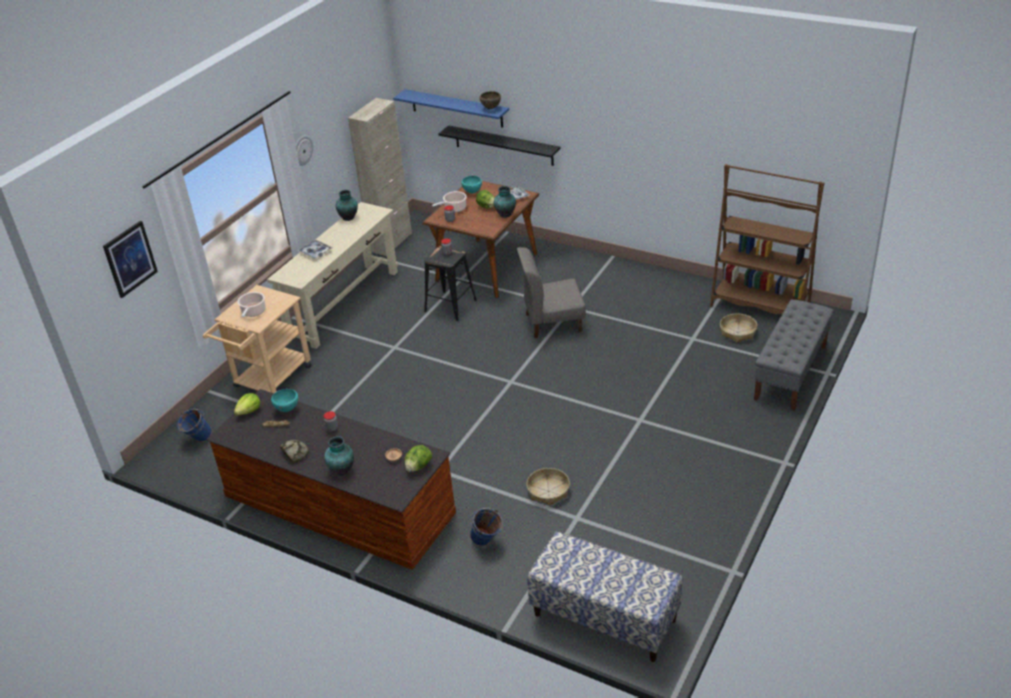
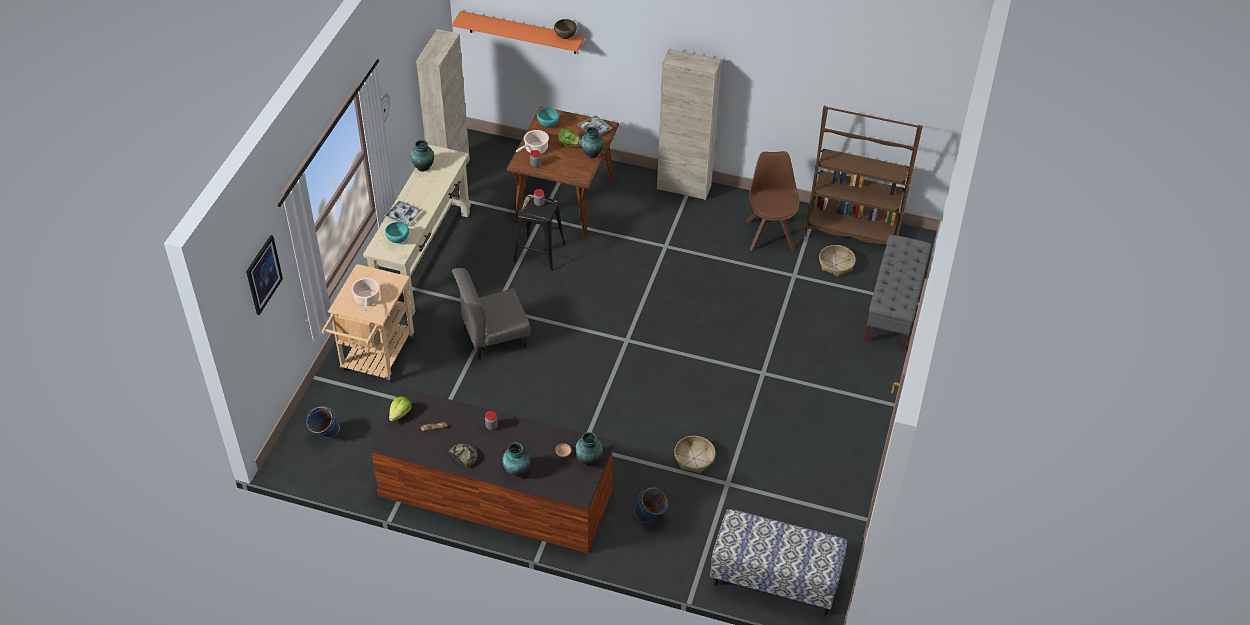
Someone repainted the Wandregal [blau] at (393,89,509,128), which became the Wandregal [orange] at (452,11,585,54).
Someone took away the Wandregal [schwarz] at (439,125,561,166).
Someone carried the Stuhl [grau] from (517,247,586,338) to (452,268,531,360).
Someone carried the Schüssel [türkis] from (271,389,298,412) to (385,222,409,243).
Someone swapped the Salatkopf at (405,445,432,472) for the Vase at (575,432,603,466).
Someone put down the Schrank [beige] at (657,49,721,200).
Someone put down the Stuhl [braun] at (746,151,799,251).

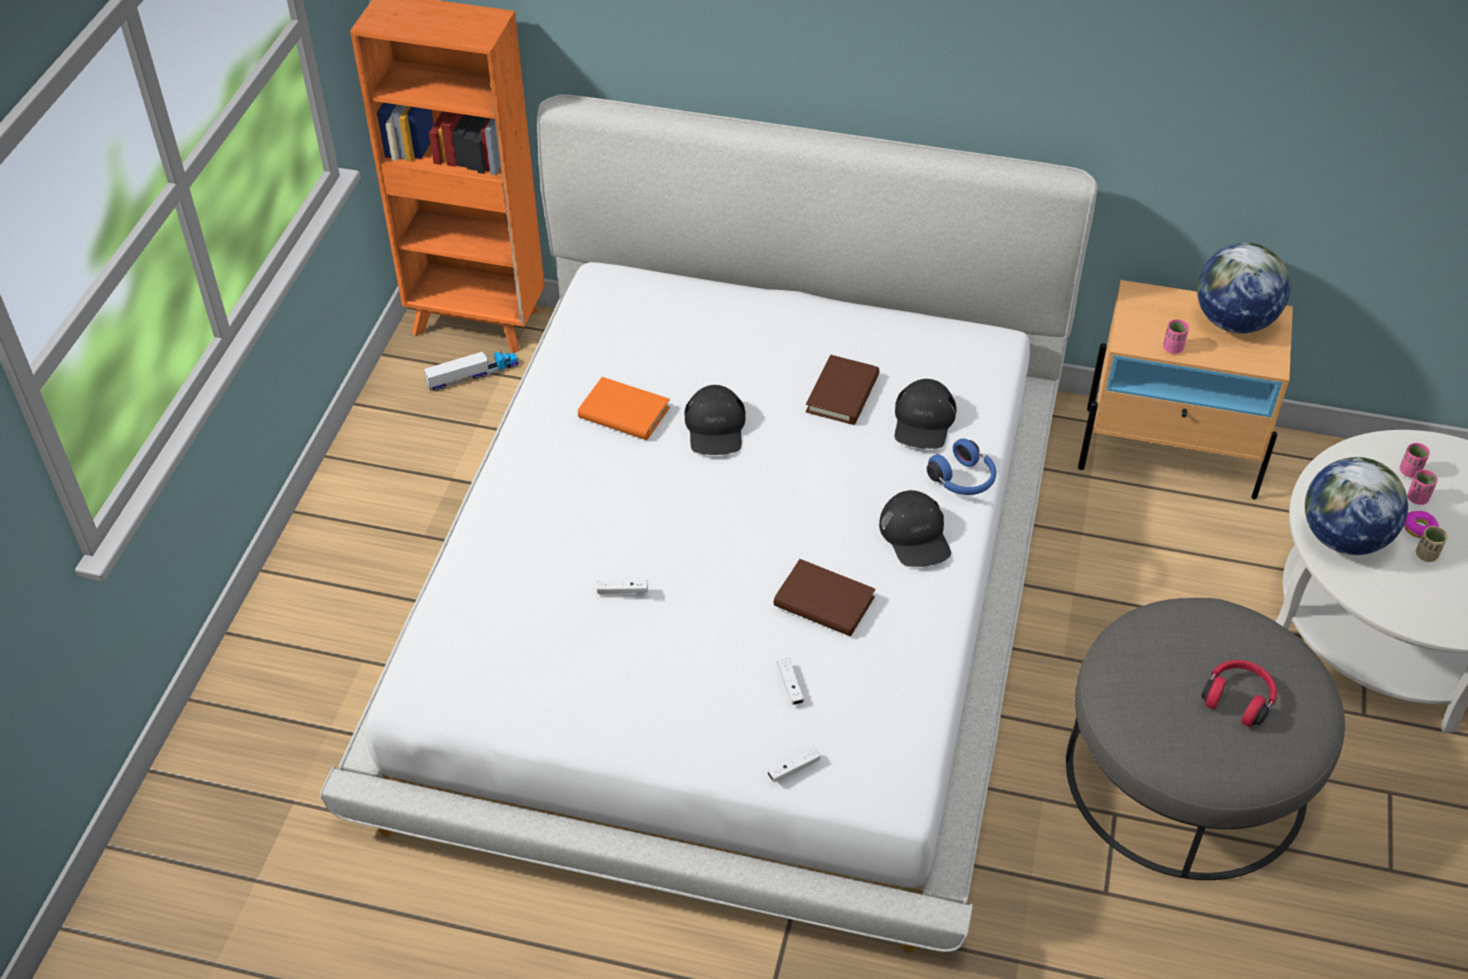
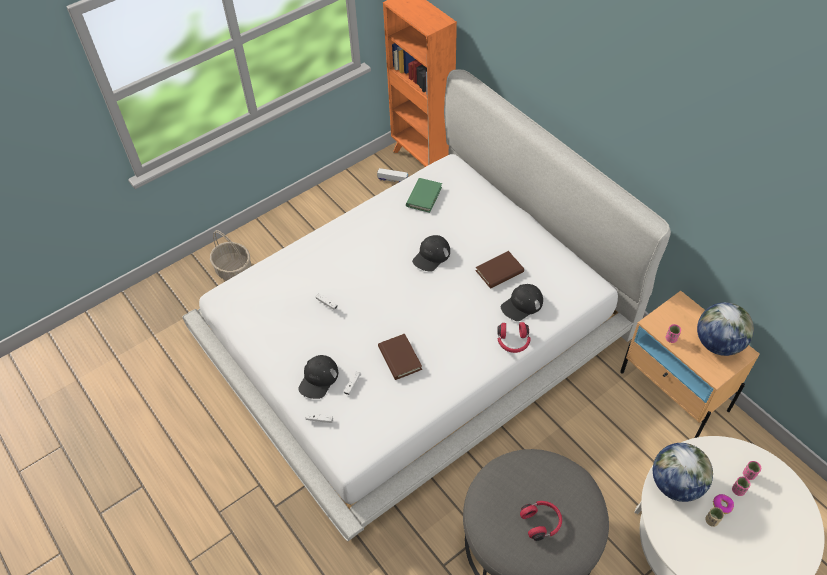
Someone took away the Buch [orange] at (578,377,670,440).
Someone repainted the Kopfhörer [blau] at (927,438,996,495), which became the Kopfhörer [rot] at (497,322,530,353).
Someone carried the Kappe [schwarz] from (879,490,951,567) to (298,355,338,399).
Someone put down the Buch [grün] at (406,178,442,213).
Someone put down the Korb at (210,230,251,281).

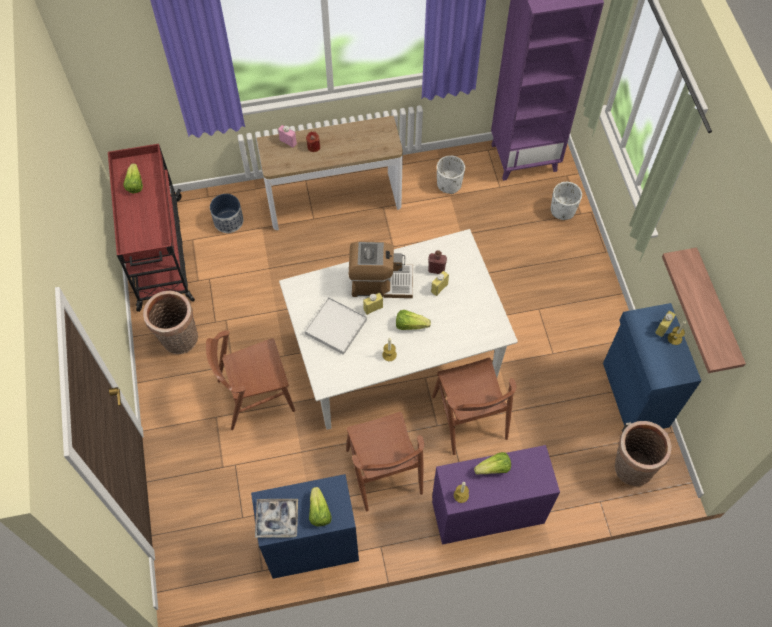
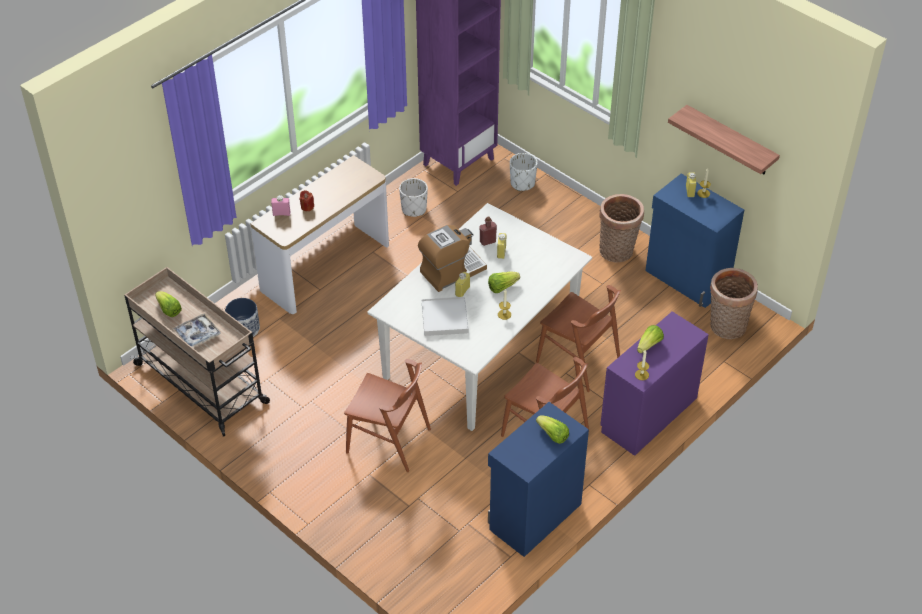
Someone repainted the Rollwagen [rot] at (108,144,195,312), which became the Rollwagen [beige] at (124,267,270,436).
Someone carried the Korb from (143,291,198,354) to (599,194,644,262).
Someone rotated the Stuhl [braun] at (206,330,295,430) by 105 degrees counterclockwise.
Someone carried the Tablett from (255,499,298,538) to (173,313,221,348).

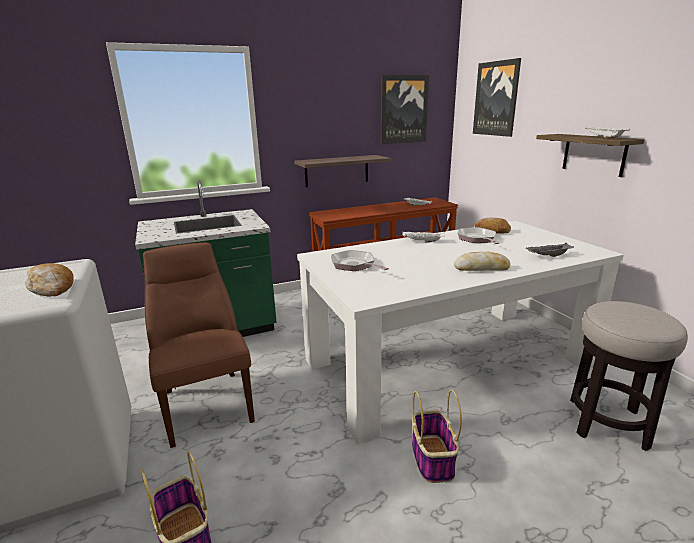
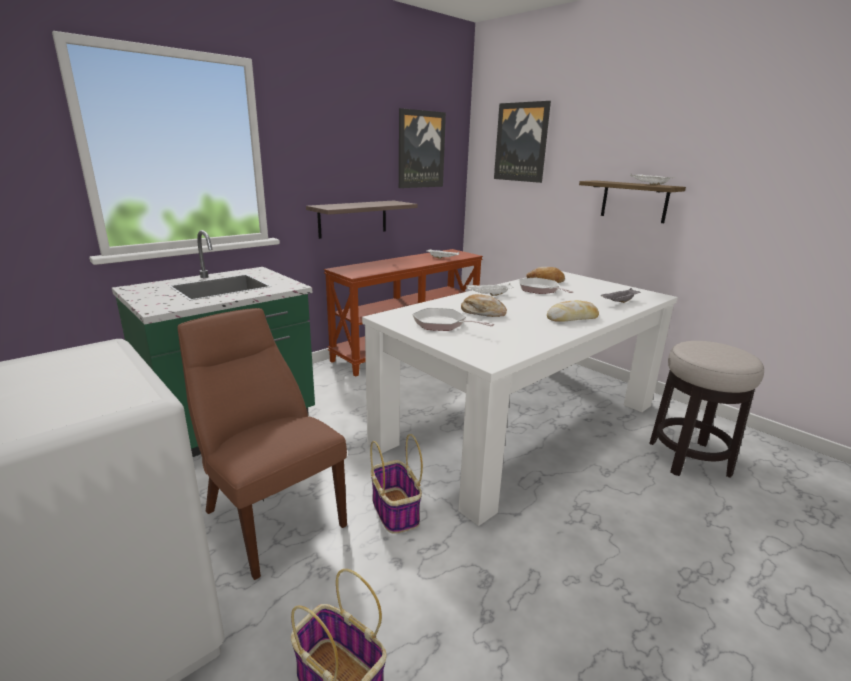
Someone carried the Brot from (25,263,73,297) to (461,294,507,317).
Someone carried the Korb from (412,389,462,483) to (370,434,423,533).

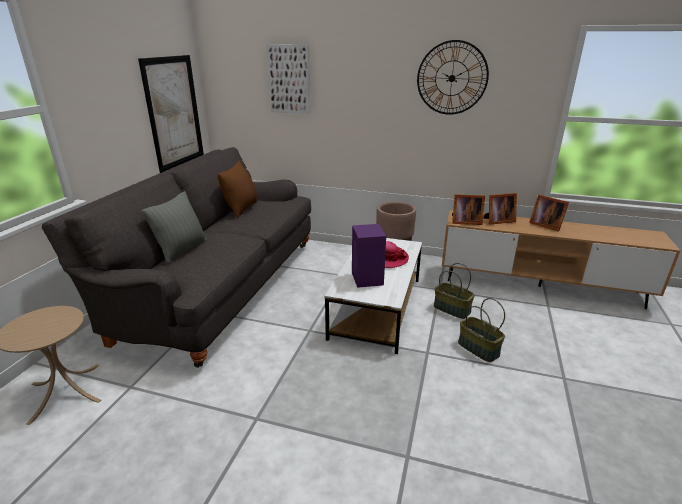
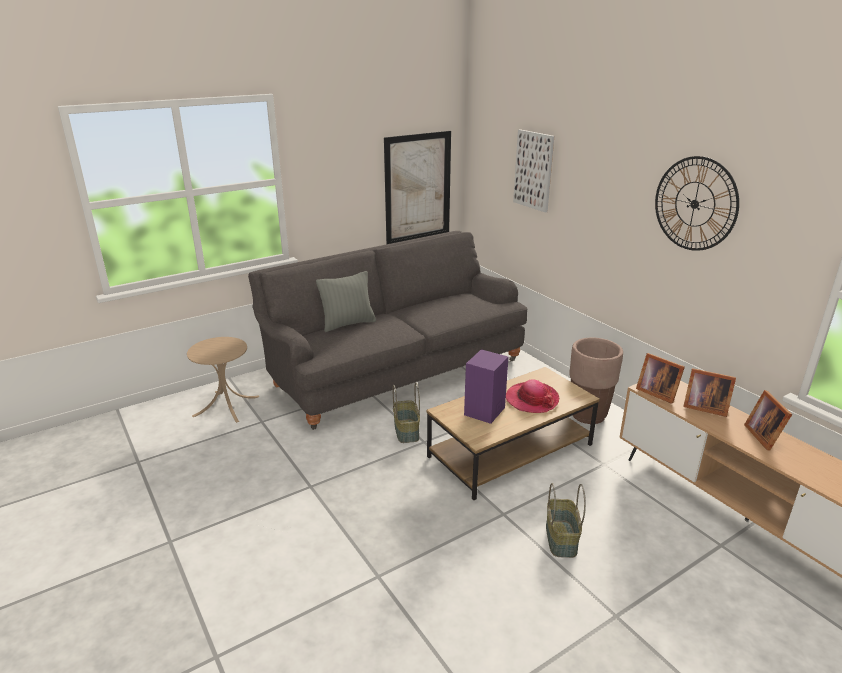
Someone took away the Kissen [braun] at (217,161,257,218).
Someone repainted the Couchtisch [weiß] at (324,238,422,354), which became the Couchtisch [braun] at (427,367,600,500).
Someone carried the Korb from (434,263,475,319) to (393,383,420,443).

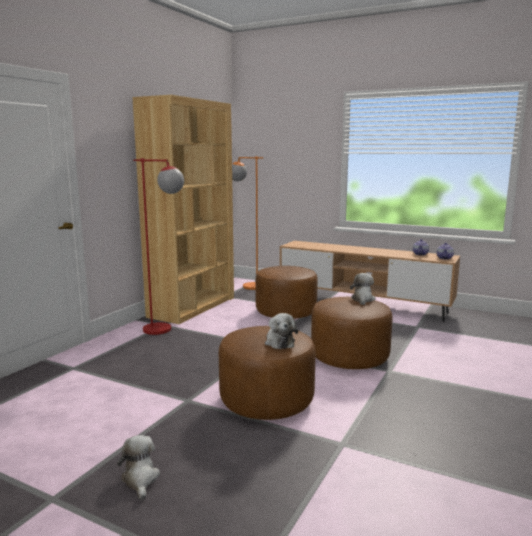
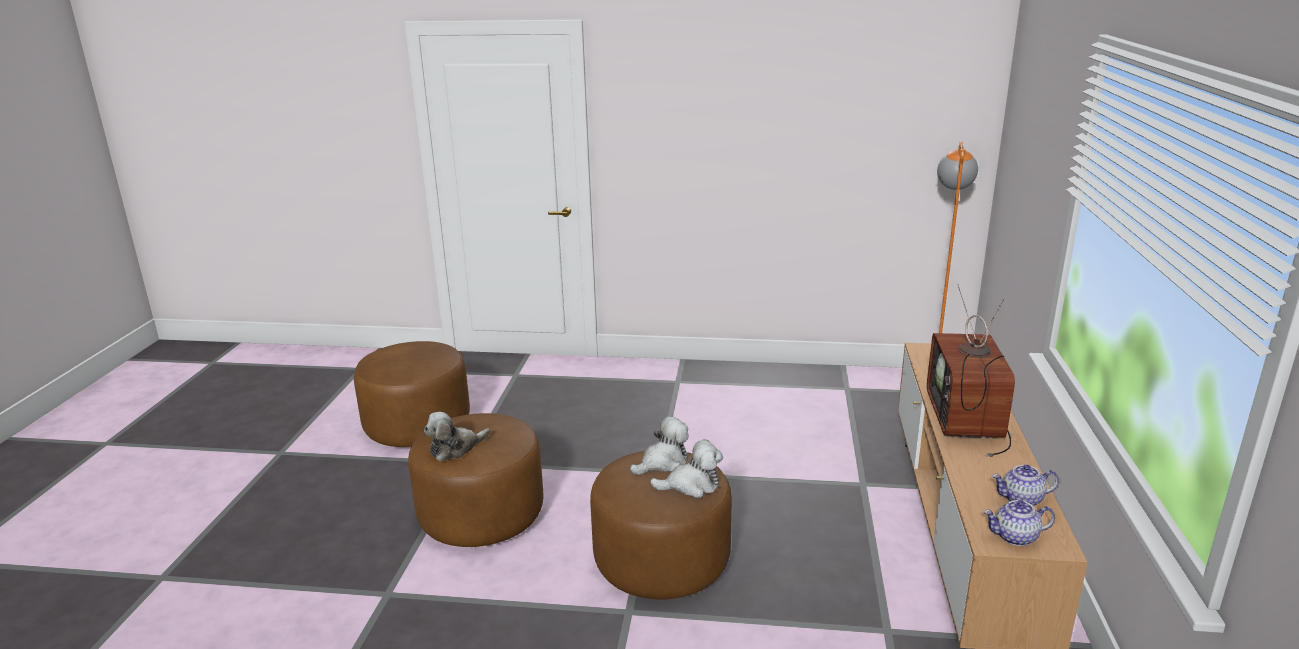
Someone took away the Bücherregal [braun] at (132,95,234,324).
Someone took away the Stehlampe [rot] at (133,158,184,335).
Someone carried the Polsterhocker [braun] from (256,266,318,319) to (354,341,470,447).
Someone carried the Plüschtier from (117,435,160,500) to (630,416,689,475).
Someone put down the Fernseher at (927,284,1015,457).

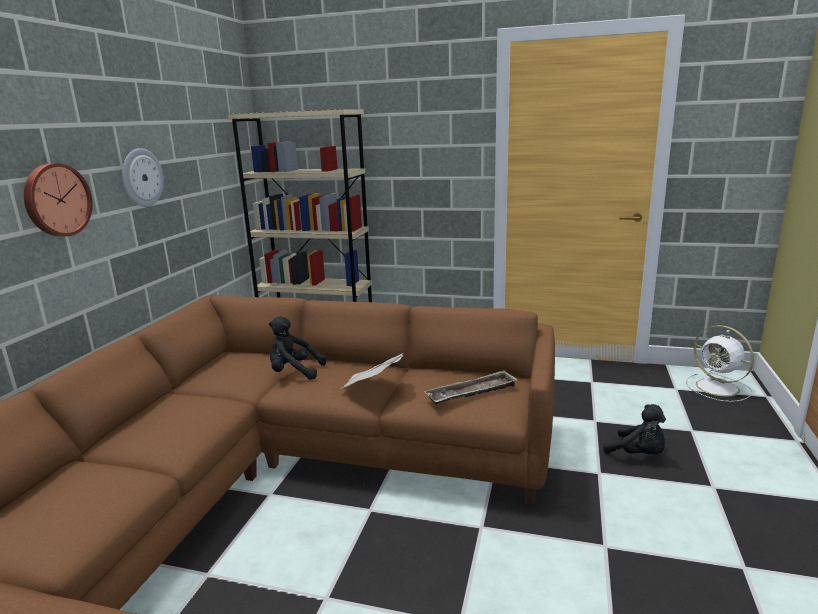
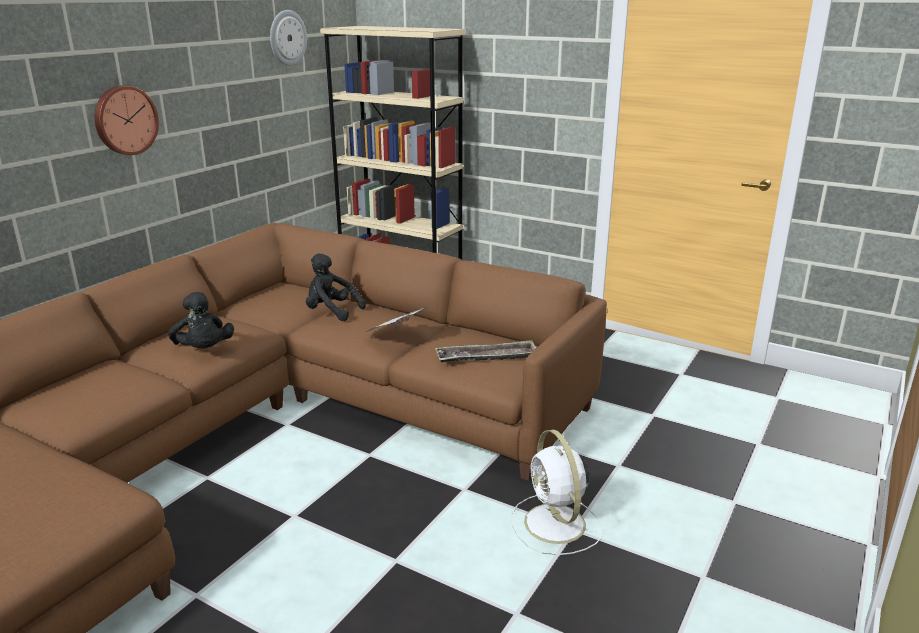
Someone carried the Wanduhr from (122,148,164,207) to (270,10,307,66).
Someone carried the Ventilator [weiß] from (686,325,754,402) to (511,429,604,555).
Someone carried the Plüschtier [schwarz] from (603,404,666,454) to (168,292,234,349).

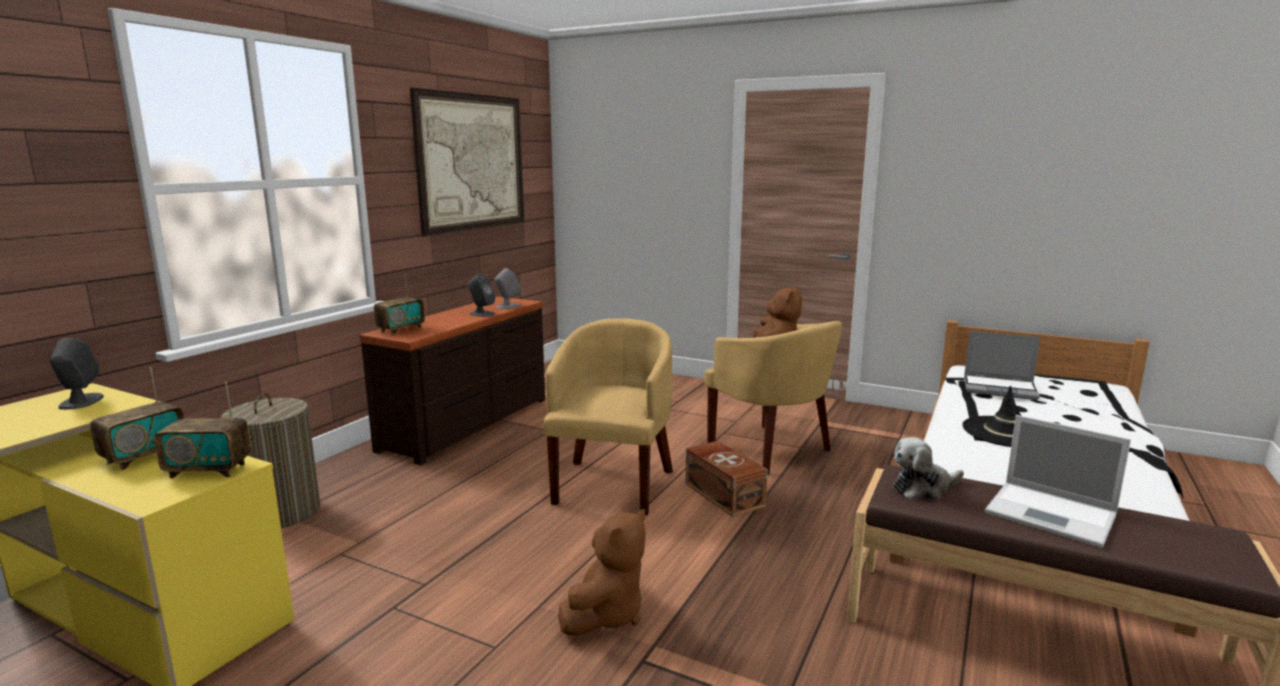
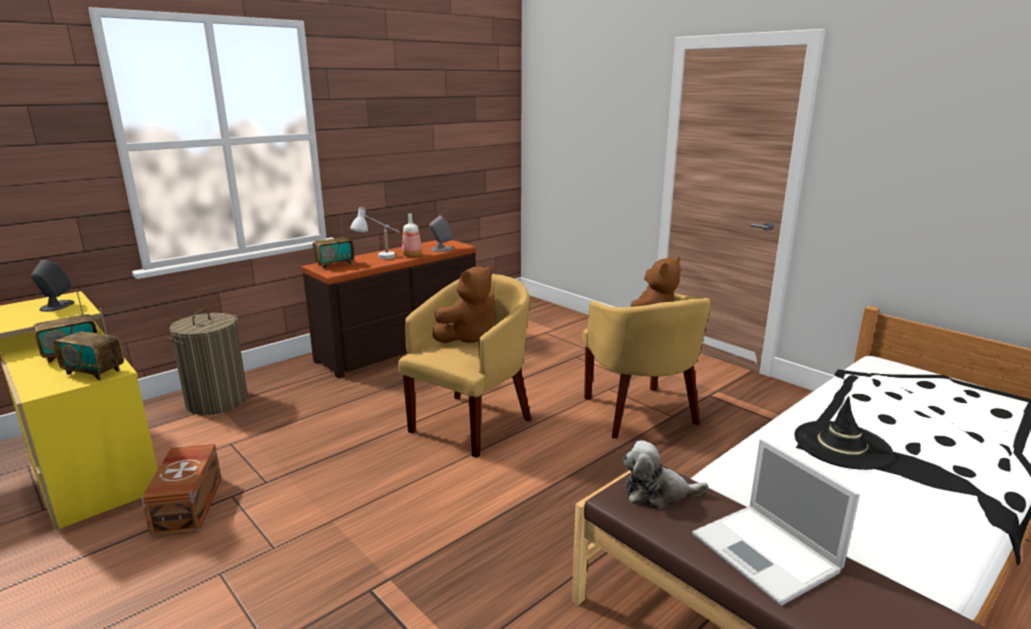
Someone took away the Bild at (410,88,524,237).
Someone swapped the Lautsprecher [grau] at (468,274,495,317) for the Flasche at (402,213,423,257).
Someone took away the Laptop at (964,331,1040,400).
Someone carried the Aufbewahrungsbox [braun] from (685,441,768,517) to (141,444,222,537).
Someone carried the Plüschtier [braun] from (558,509,646,635) to (433,266,496,343).
Someone put down the Tischlampe [weiß] at (350,207,400,259).

